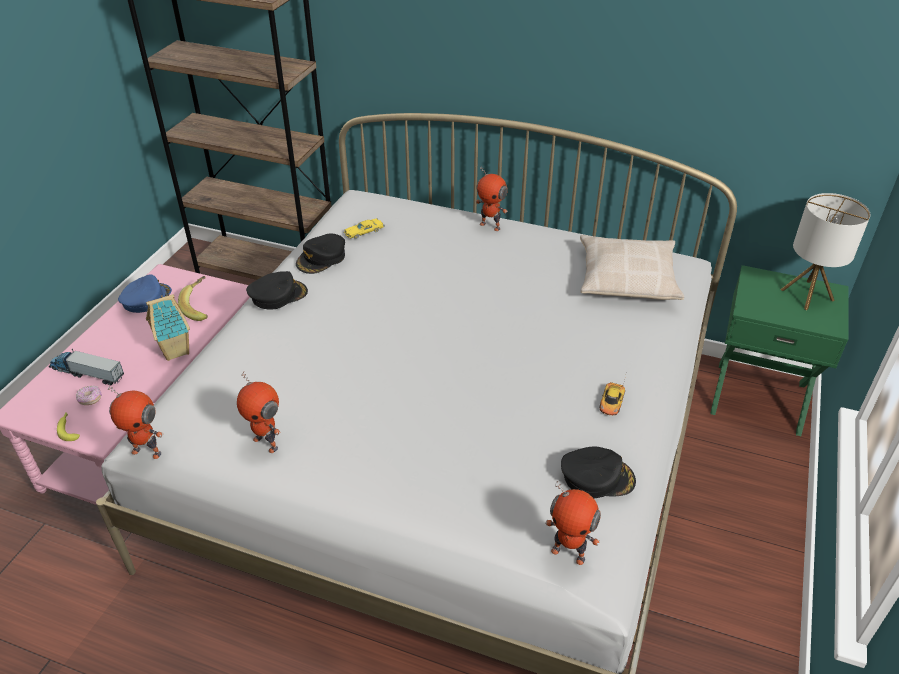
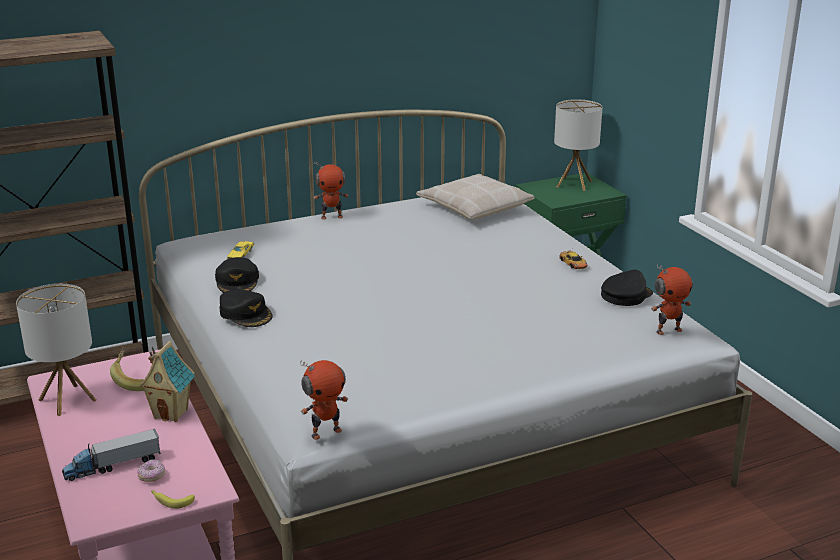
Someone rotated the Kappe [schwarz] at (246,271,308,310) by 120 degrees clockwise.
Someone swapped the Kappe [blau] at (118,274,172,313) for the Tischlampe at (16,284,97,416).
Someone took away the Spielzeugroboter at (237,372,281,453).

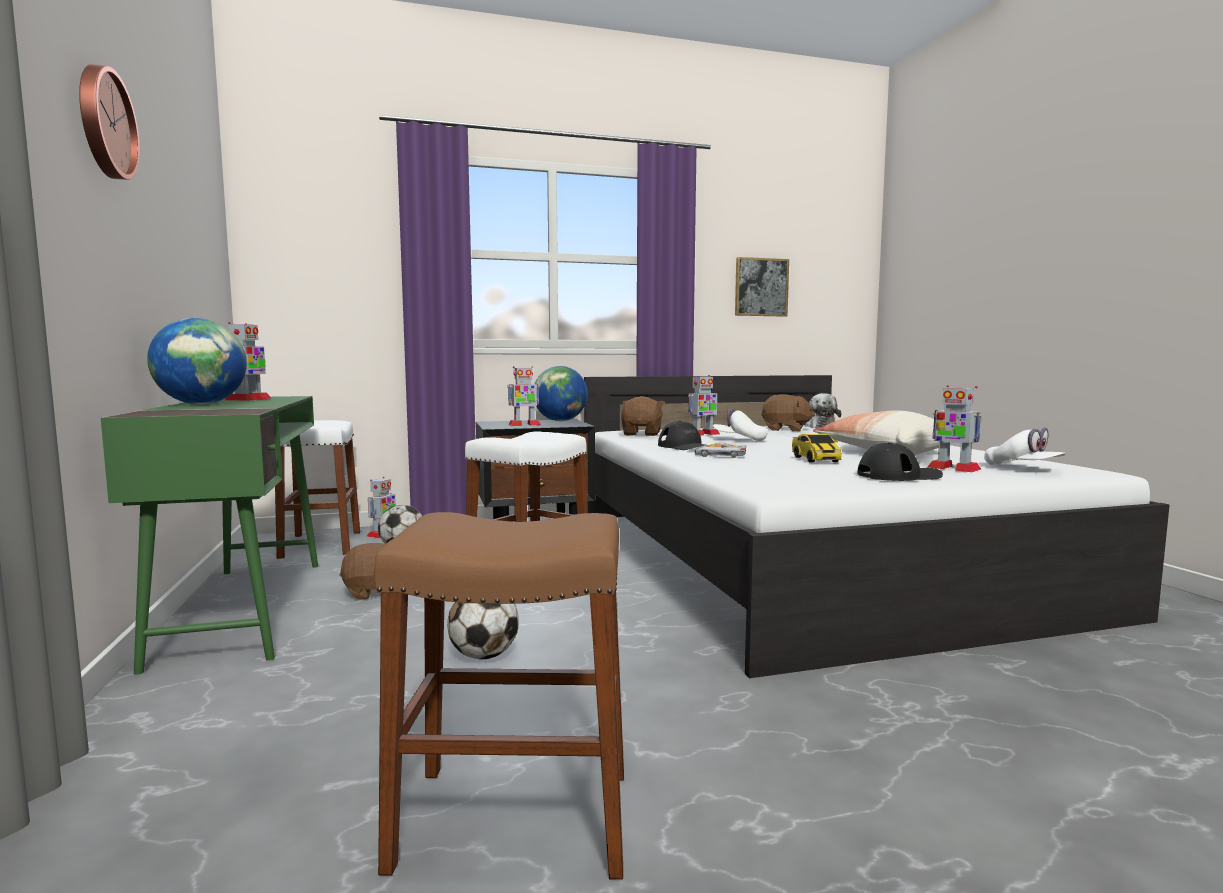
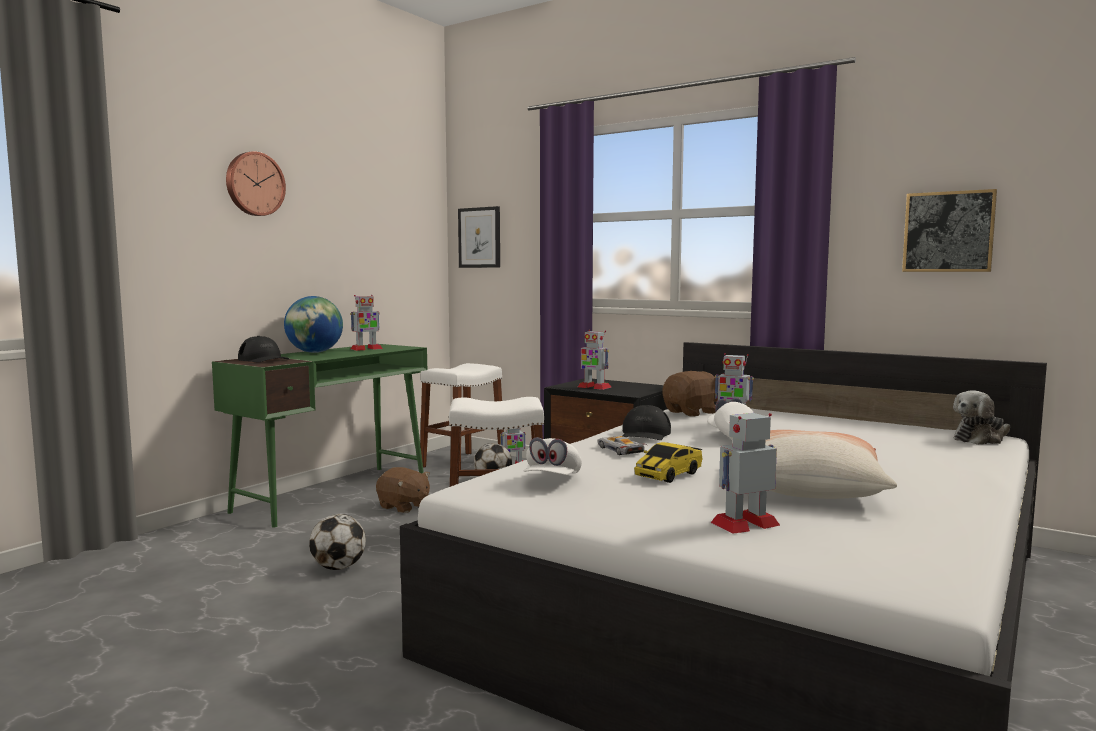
Someone took away the Globus at (535,366,588,421).
Someone rotated the Spielzeugroboter at (928,385,982,472) by 60 degrees clockwise.
Someone took away the Plüschtier [braun] at (761,394,815,431).
Someone carried the Kappe [weiß] from (984,428,1066,465) to (524,437,582,475).
Someone carried the Kappe [schwarz] from (857,442,943,481) to (238,336,289,363).
Someone took away the Hocker [braun] at (374,512,624,880).
Someone put up the Bild at (458,206,500,268).

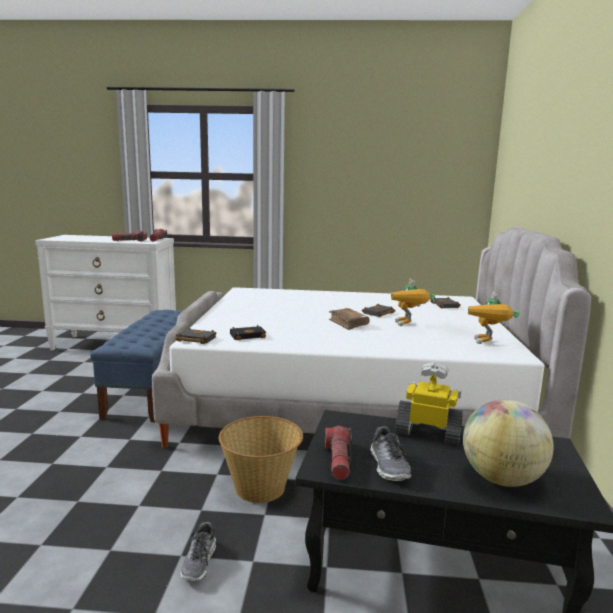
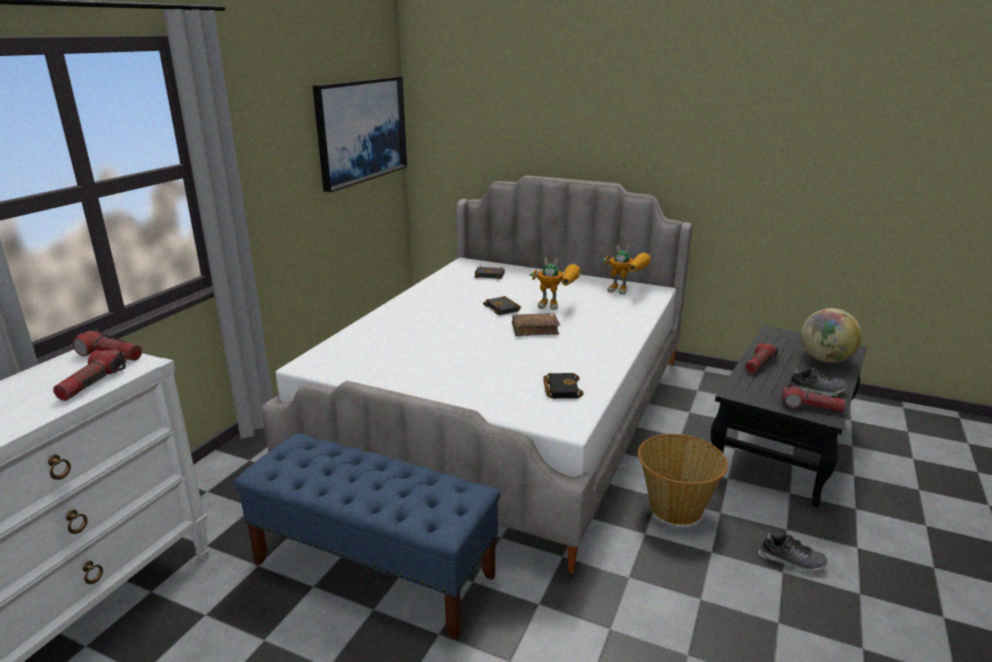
Someone took away the Buch [schwarz] at (176,327,216,344).
Someone swapped the Spielzeugroboter at (395,362,463,445) for the Taschenlampe at (745,343,778,373).
Someone put up the Bild at (313,76,407,192).

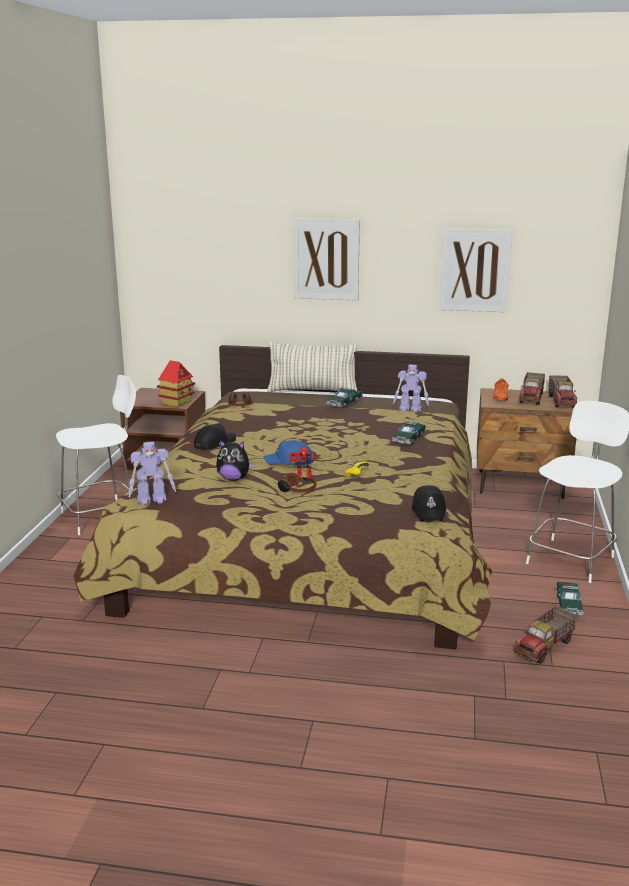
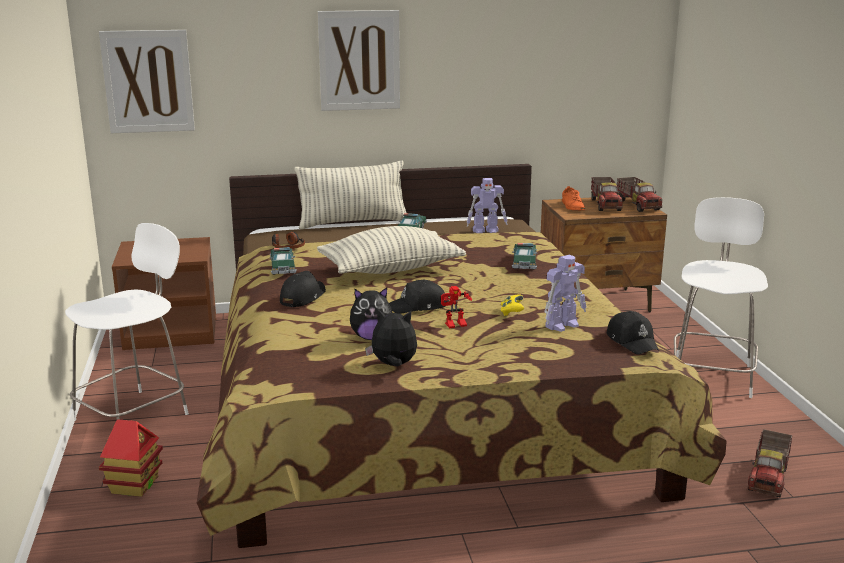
Someone carried the Bild from (439,228,513,312) to (99,30,195,133).
Someone carried the Spielzeughaus from (157,360,195,407) to (99,419,163,497).
Someone repainted the Kappe [blau] at (263,440,314,465), which became the Kappe [schwarz] at (389,280,447,314).
Someone carried the Spielzeugroboter from (128,442,176,505) to (544,255,586,332).
Someone took away the Kopfhörer at (276,473,316,492).
Someone carried the Spielzeugauto from (555,582,584,615) to (270,247,297,275).
Someone put down the Kissen at (317,226,466,274).
Someone put down the Plüschtier at (365,309,417,367).

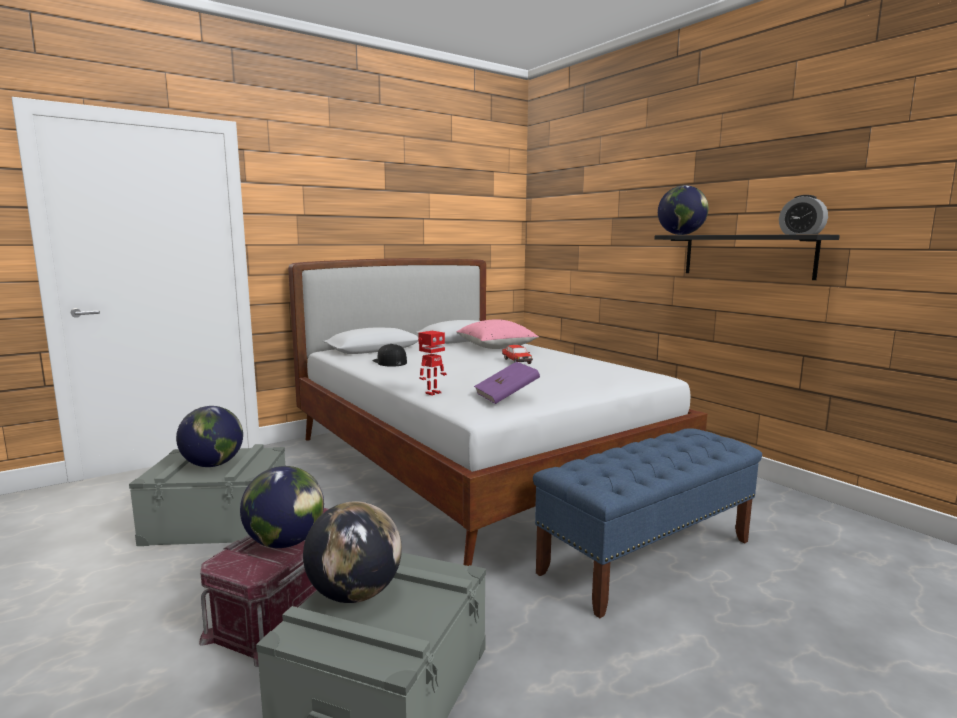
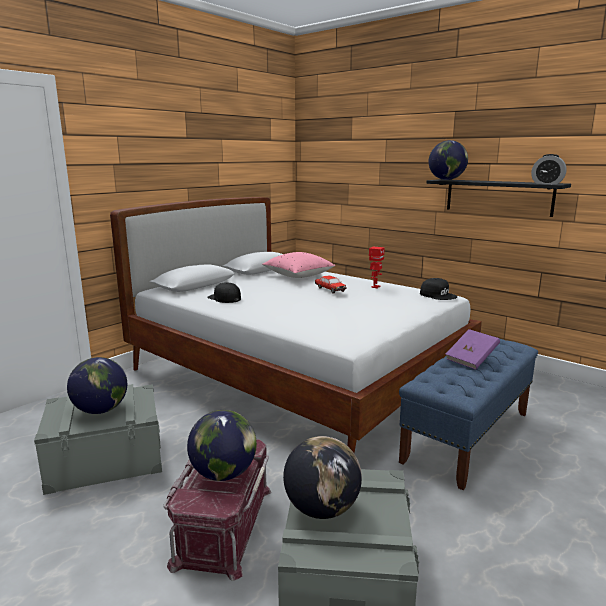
Someone carried the Spielzeugroboter from (418,331,447,396) to (369,246,385,289).
Someone carried the Buch [lila] from (474,362,540,404) to (446,329,500,370).
Someone put down the Kappe [schwarz] at (420,278,457,300).

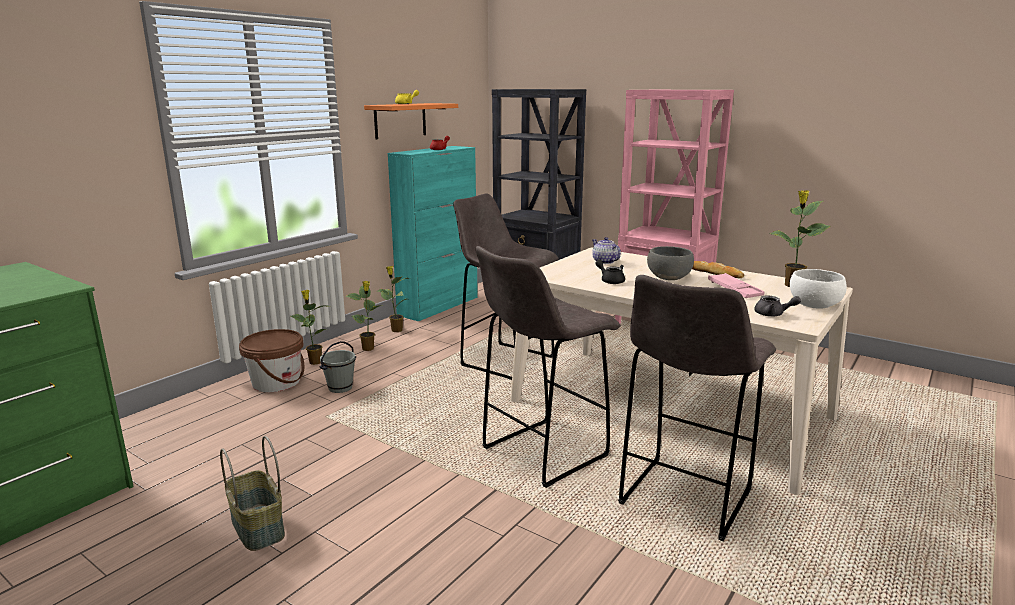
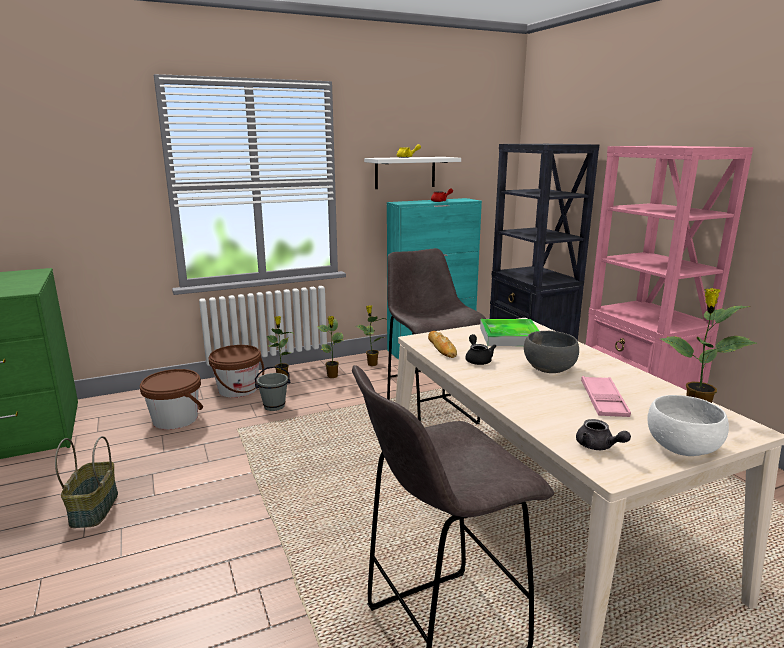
Someone repainted the Wandregal [orange] at (364,103,458,139), which became the Wandregal [weiß] at (364,157,461,189).
Someone swapped the Teekanne at (592,237,621,264) for the Tablett at (480,319,539,346).
Someone took away the Hocker [grau] at (475,246,621,488).
Someone carried the Brot from (692,261,744,278) to (428,331,457,358).
Someone put down the Eimer [braun] at (140,369,203,430).

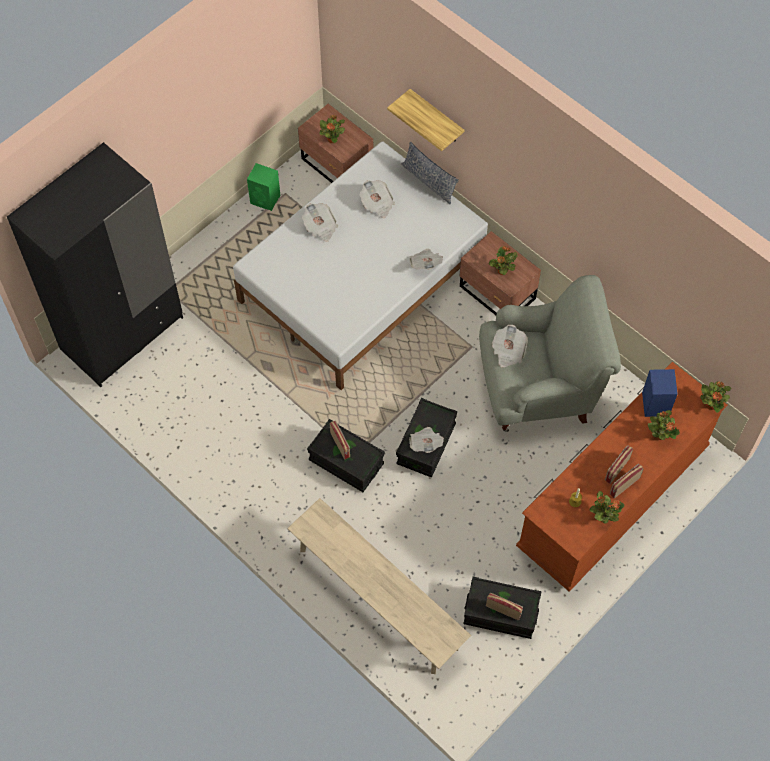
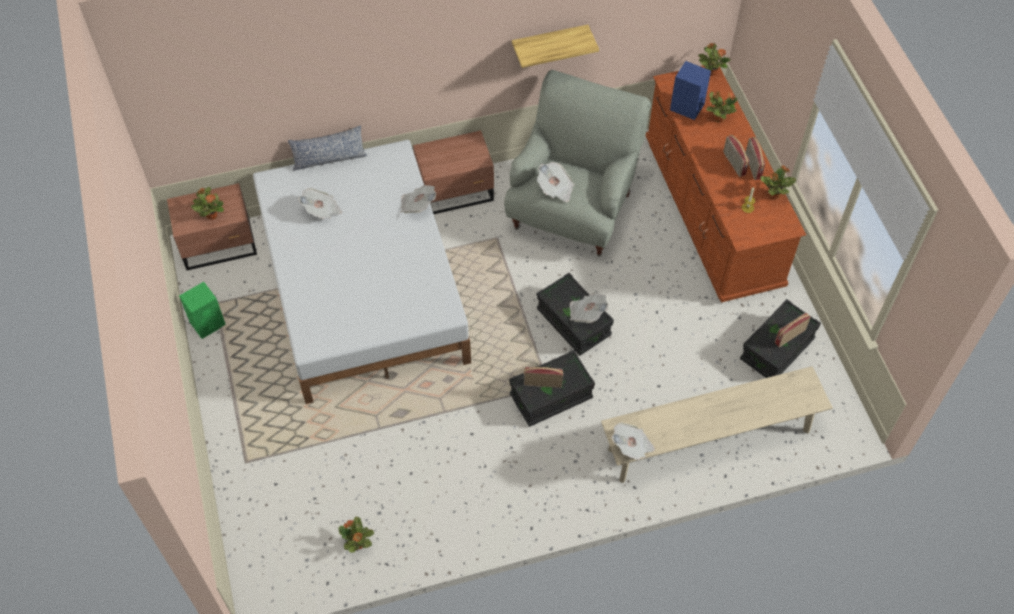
Someone carried the Wandregal from (387,89,464,151) to (512,25,599,68).
Someone took away the Kleiderschrank [schwarz] at (7,142,183,387).
Someone carried the Zeitung from (302,203,338,242) to (611,422,655,460).
Someone carried the Topfpflanze from (489,246,518,275) to (338,517,374,552).

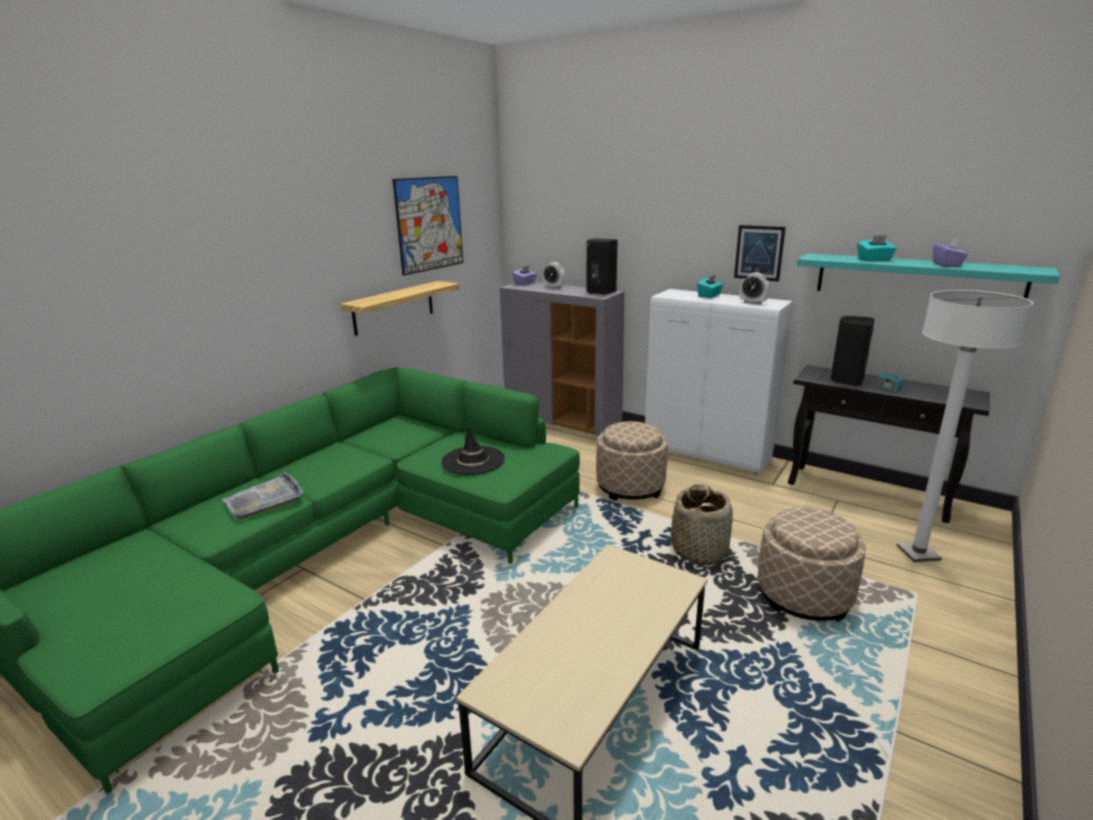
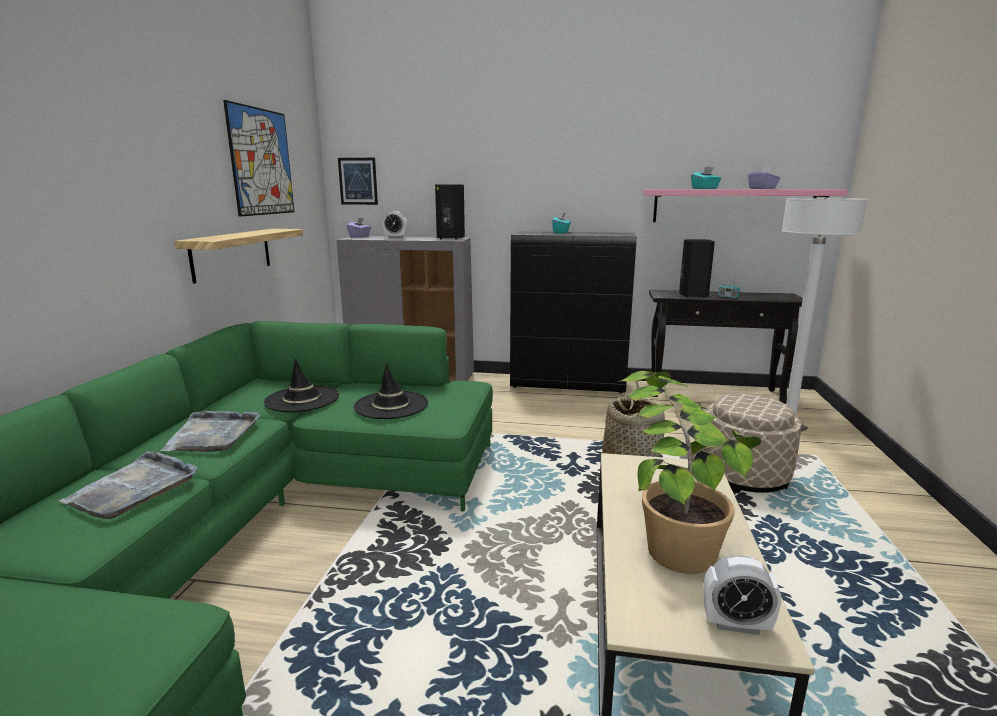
Someone carried the Bild from (734,225,786,282) to (338,158,378,205).
Someone repainted the Wandregal [türkis] at (797,253,1060,299), which became the Wandregal [rosa] at (643,189,848,222).
Someone carried the Wecker from (740,272,769,305) to (703,555,781,635).
Someone repainted the Schrank [weiß] at (645,289,793,474), which became the Schrank [schwarz] at (510,231,637,394).
Someone took away the Polsterhocker [beige] at (596,421,668,501).
Someone put down the Hut [schwarz] at (264,358,339,412).
Someone put down the Topfpflanze at (618,371,762,574).
Someone put down the Tablett [grau] at (160,411,261,452).

